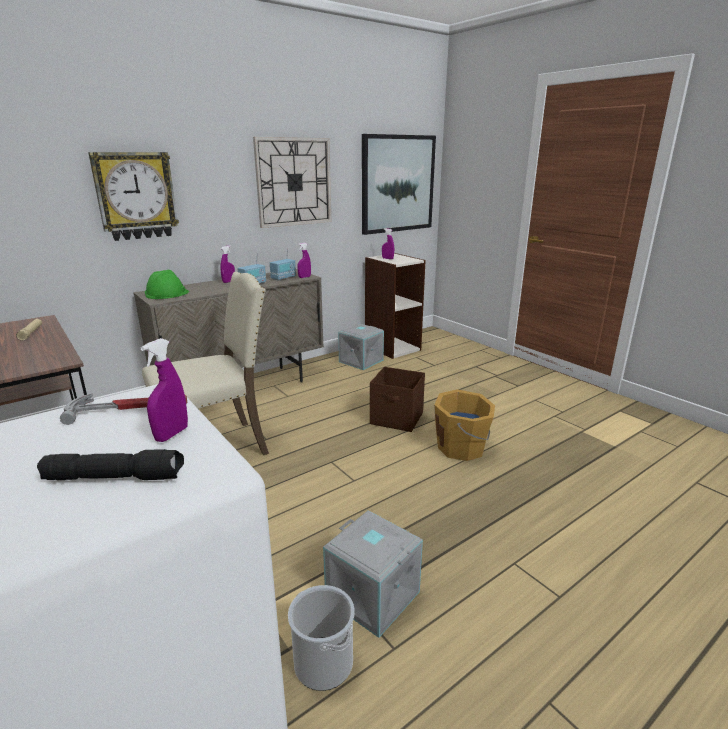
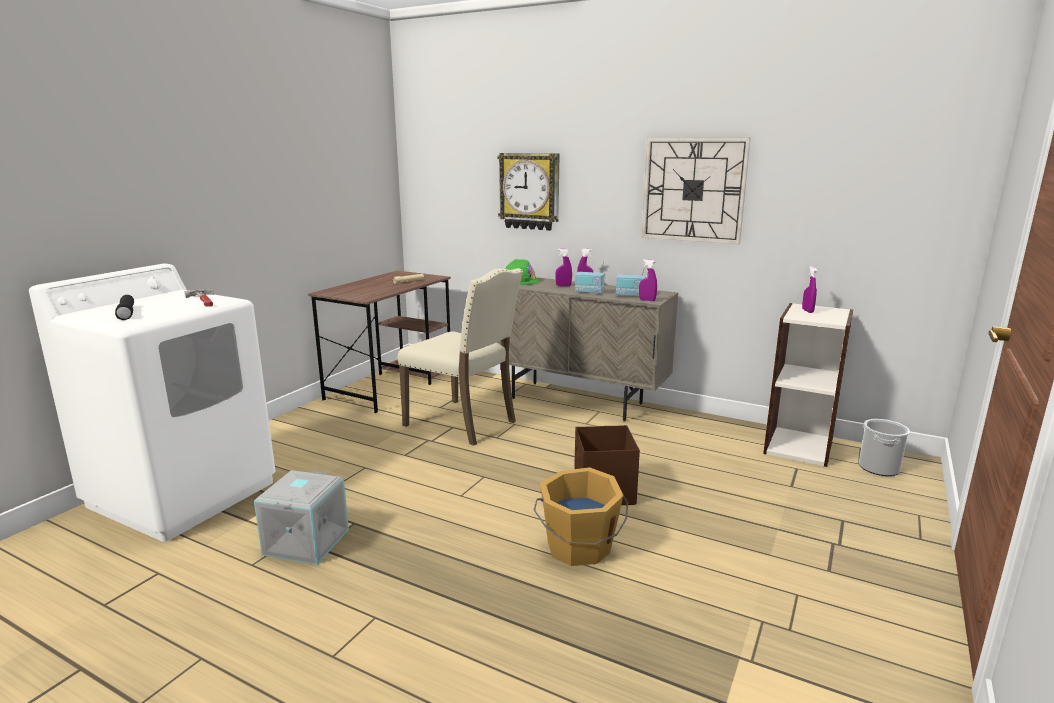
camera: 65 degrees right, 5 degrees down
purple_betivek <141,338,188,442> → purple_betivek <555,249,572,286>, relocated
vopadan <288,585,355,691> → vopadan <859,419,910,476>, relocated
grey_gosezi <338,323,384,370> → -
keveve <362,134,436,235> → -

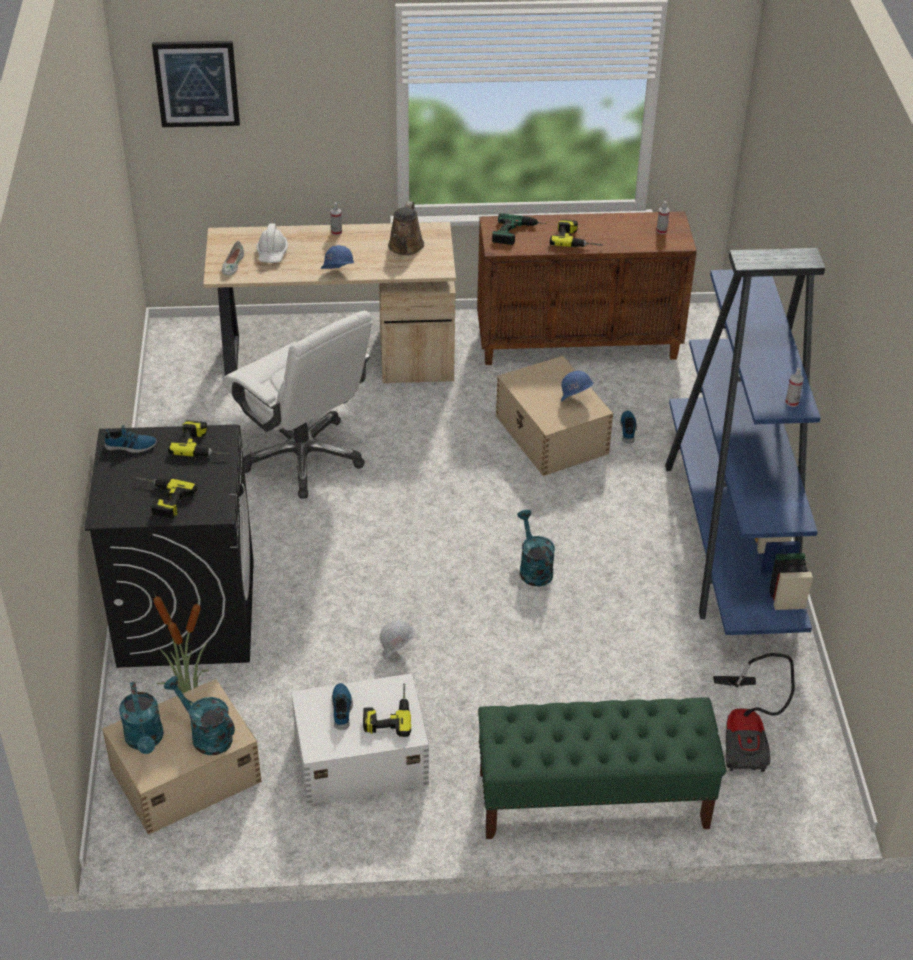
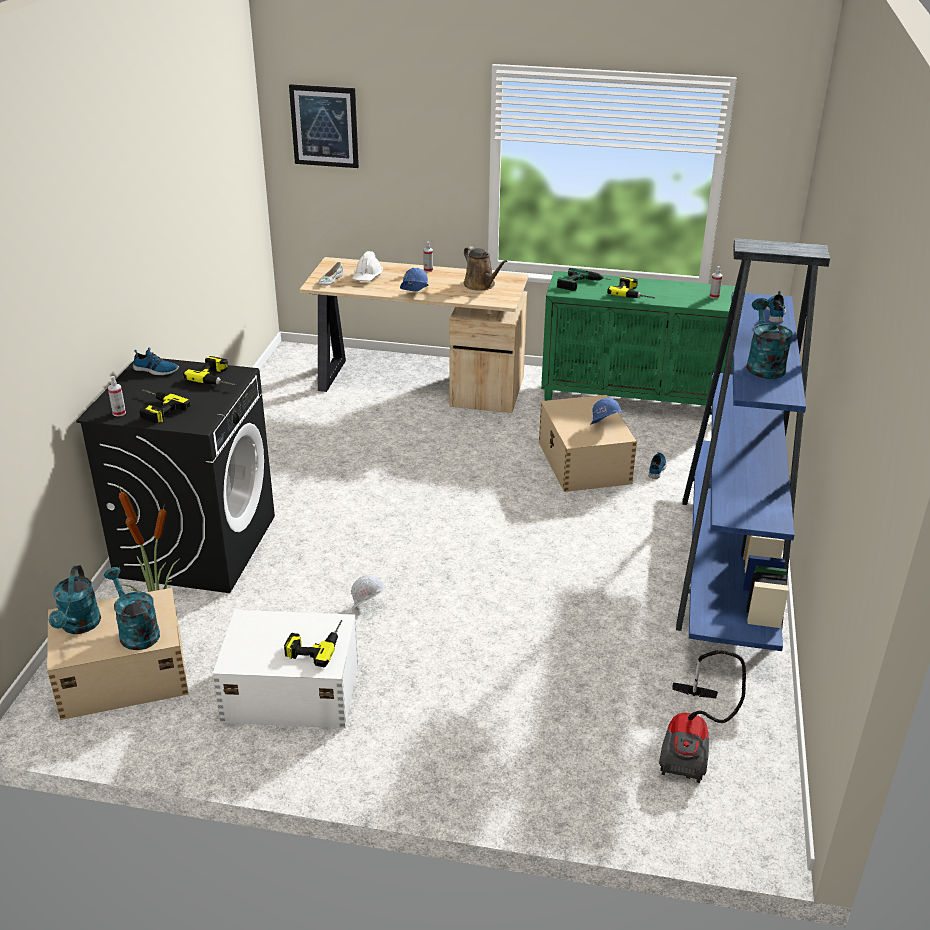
camera: 15 degrees right, 10 degrees down
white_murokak <223,311,372,498> → -
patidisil <332,683,353,730> → patidisil <766,291,786,323>, relocated
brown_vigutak <388,201,424,255> → brown_vigutak <464,246,507,291>, 60 degrees counterclockwise
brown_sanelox <477,211,697,365> → green_sanelox <541,271,735,406>
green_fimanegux <478,697,726,839> → -
turquoise_vigutak <517,510,555,587> → turquoise_vigutak <746,298,793,379>, relocated
betivek <785,368,804,407> → betivek <108,376,126,416>, relocated

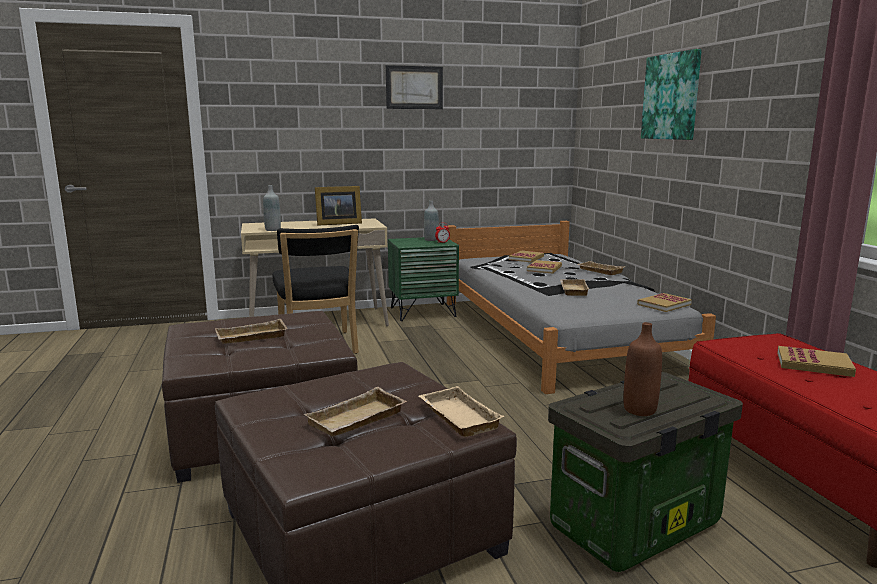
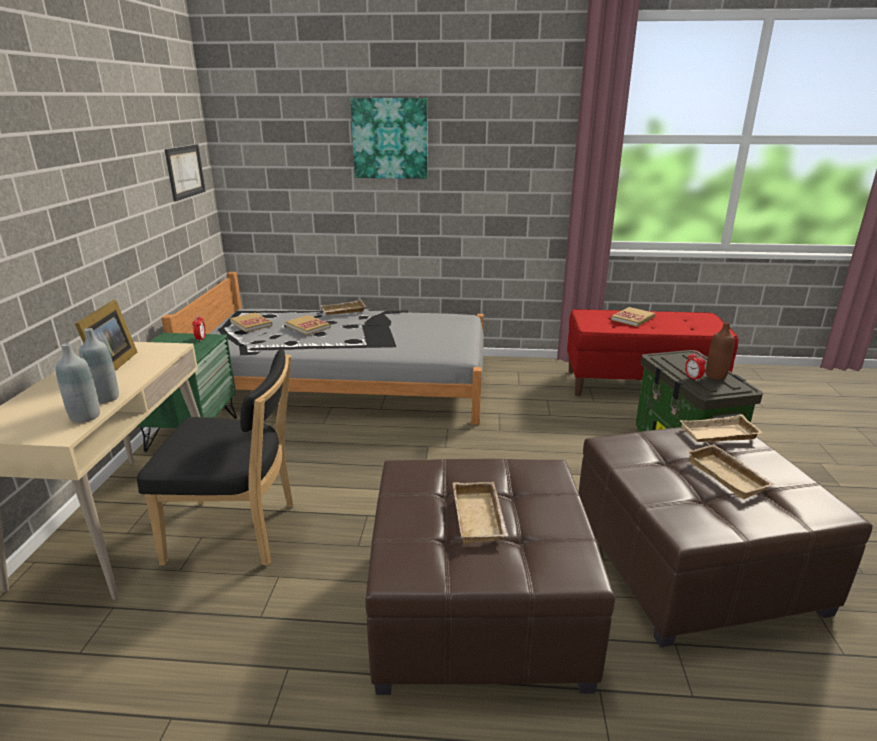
camera: 70 degrees left, 10 degrees up
keveve <386,65,443,109> → keveve <165,144,206,202>, relocated
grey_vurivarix <424,201,439,241> → grey_vurivarix <79,328,119,404>, relocated
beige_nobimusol <560,279,589,296> → -
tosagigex <637,293,692,312> → -
- → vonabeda <685,351,706,381>

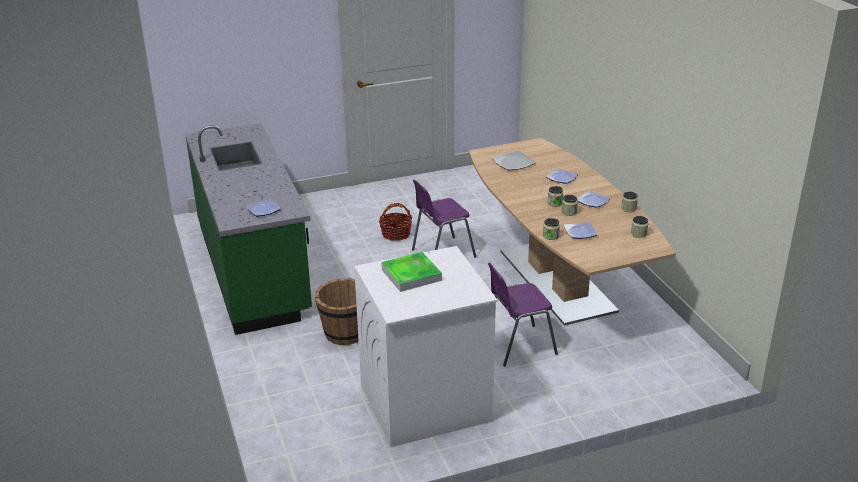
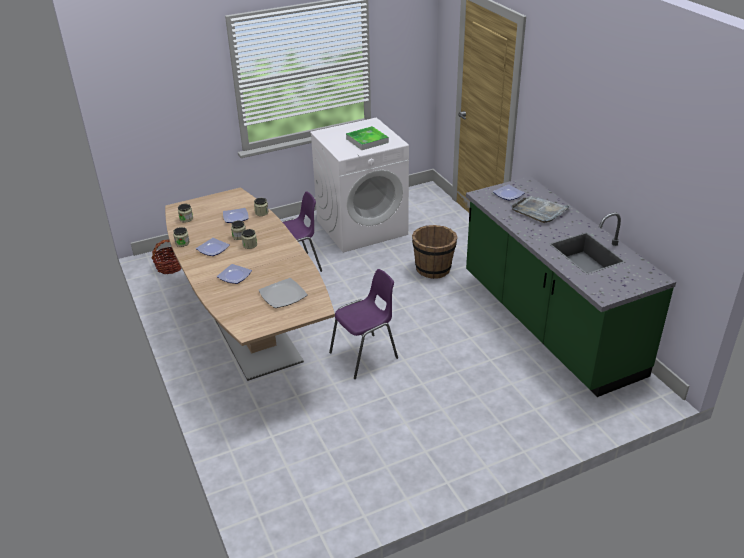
camera: 175 degrees right, 5 degrees up
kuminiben <379,203,412,241> → kuminiben <152,239,182,274>, relocated
- → grey_nobimusol <511,196,571,223>

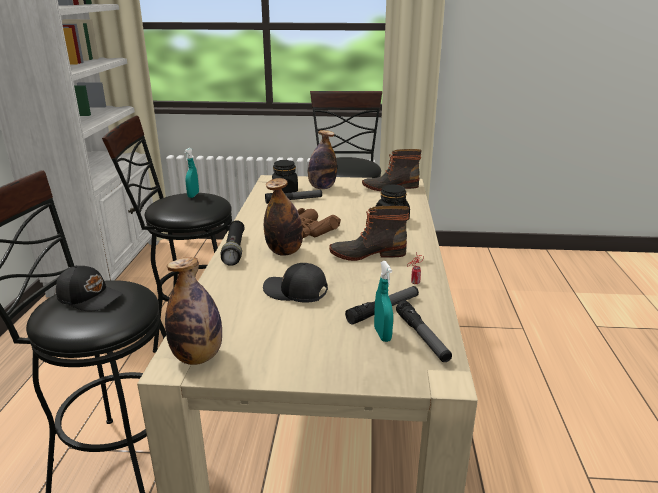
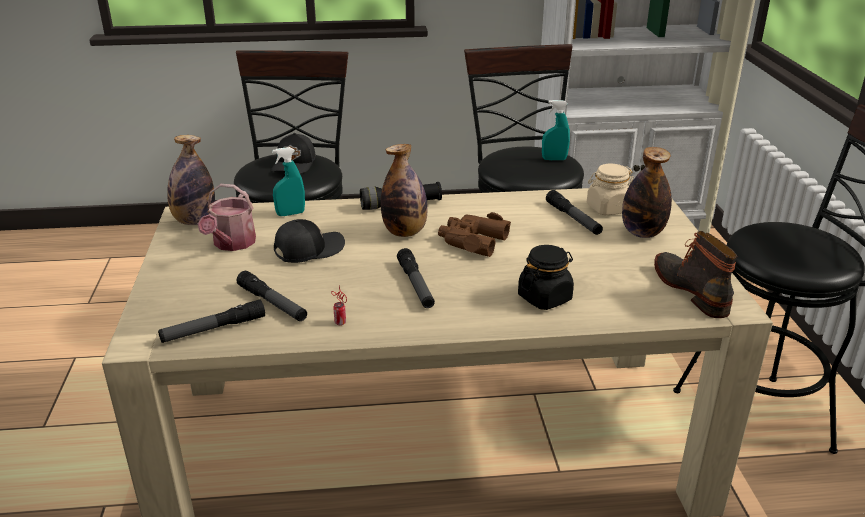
camera: 80 degrees right, 5 degrees up
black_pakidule <263,263,328,303> → black_pakidule <274,219,345,263>, 45 degrees clockwise
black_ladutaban <272,160,298,193> → beige_ladutaban <587,164,634,215>
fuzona <329,206,409,261> → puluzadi <397,248,435,308>
turquoise_betivek <374,261,393,342> → turquoise_betivek <272,147,305,216>, relocated
- → vigutak <198,184,256,251>

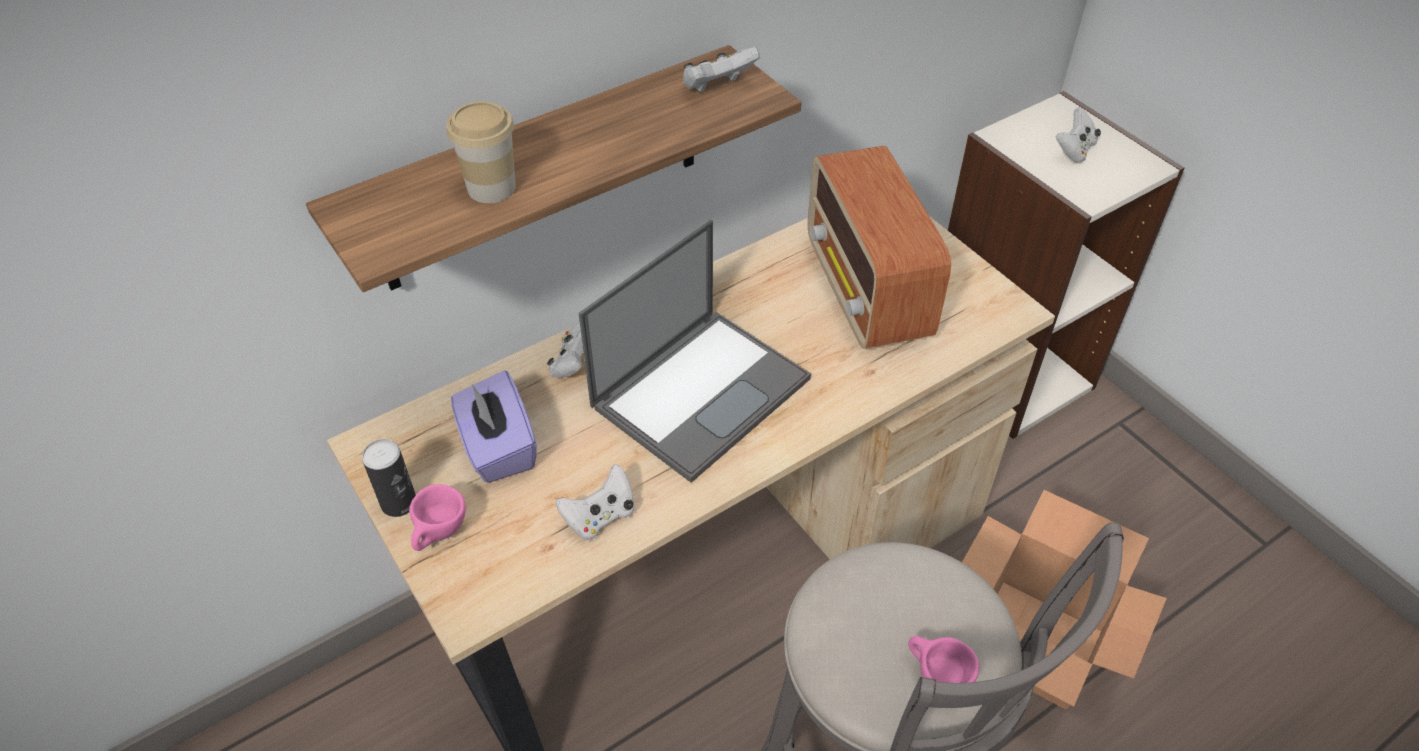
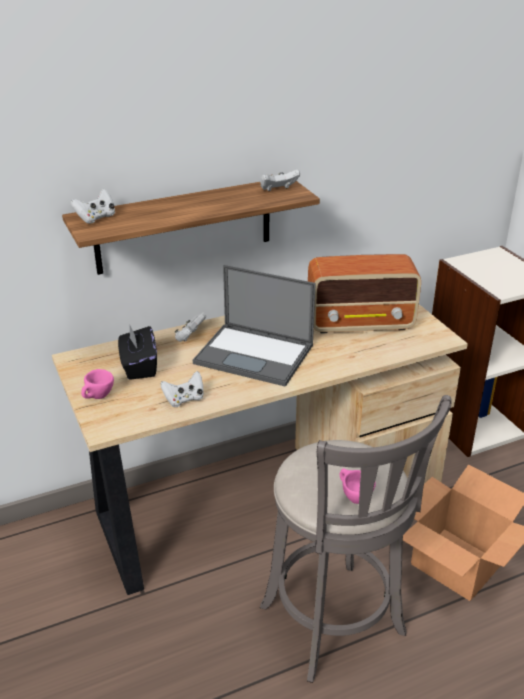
camera: 10 degrees right, 15 degrees down
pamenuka <362,439,416,517> → -
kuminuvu <446,101,516,203> → -
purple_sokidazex <451,370,536,483> → black_sokidazex <118,326,157,380>
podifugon <579,220,811,483> → podifugon <193,265,316,387>, 60 degrees clockwise
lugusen <808,145,951,349> → lugusen <308,254,421,334>, 90 degrees counterclockwise
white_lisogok <1056,107,1101,163> → white_lisogok <71,188,115,224>, relocated

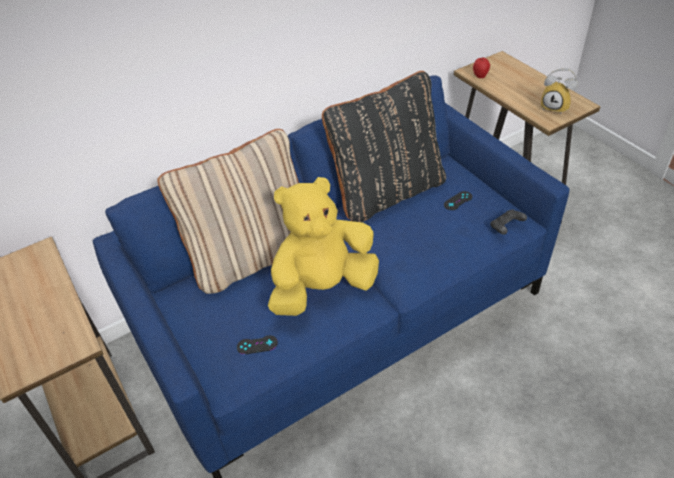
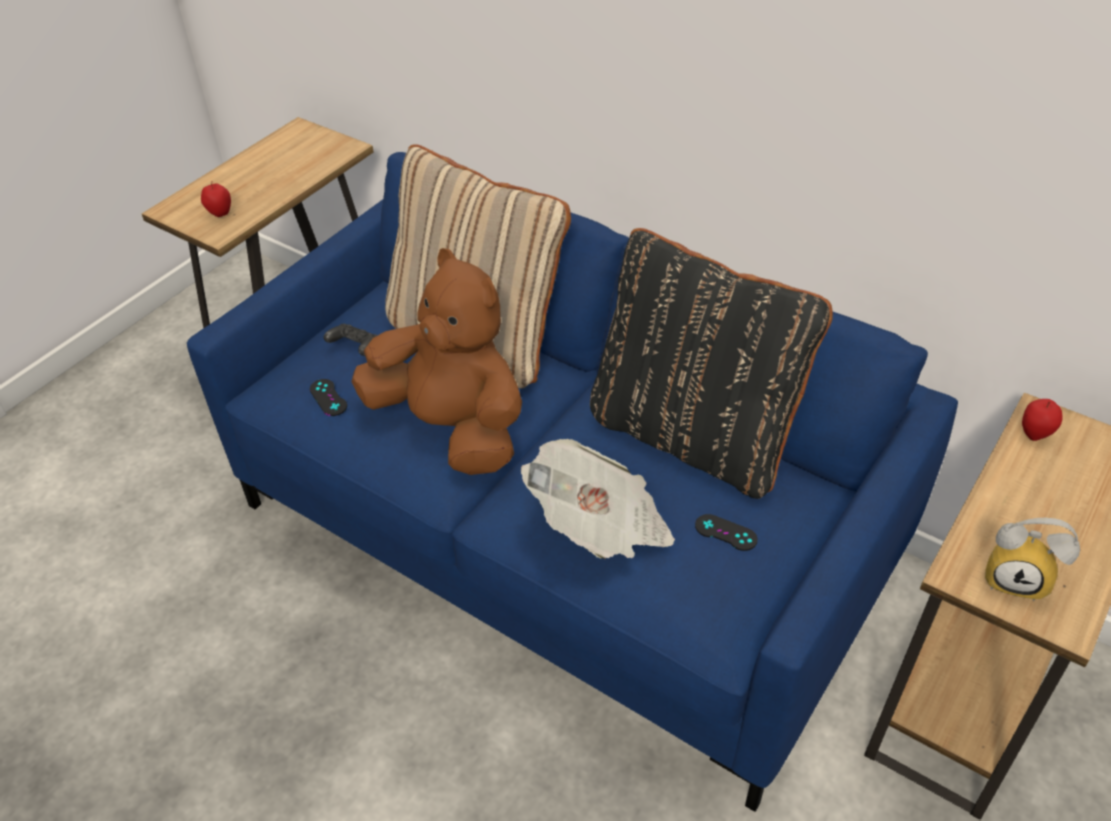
camera: 65 degrees right, 0 degrees up
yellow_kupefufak <268,177,379,316> → brown_kupefufak <351,248,522,475>
black_lisogok <490,210,527,235> → black_lisogok <323,324,378,356>, relocated
vonabeda <541,68,578,114> → vonabeda <985,518,1080,601>, 75 degrees counterclockwise
- → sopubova <201,181,231,217>
- → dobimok <521,439,675,559>

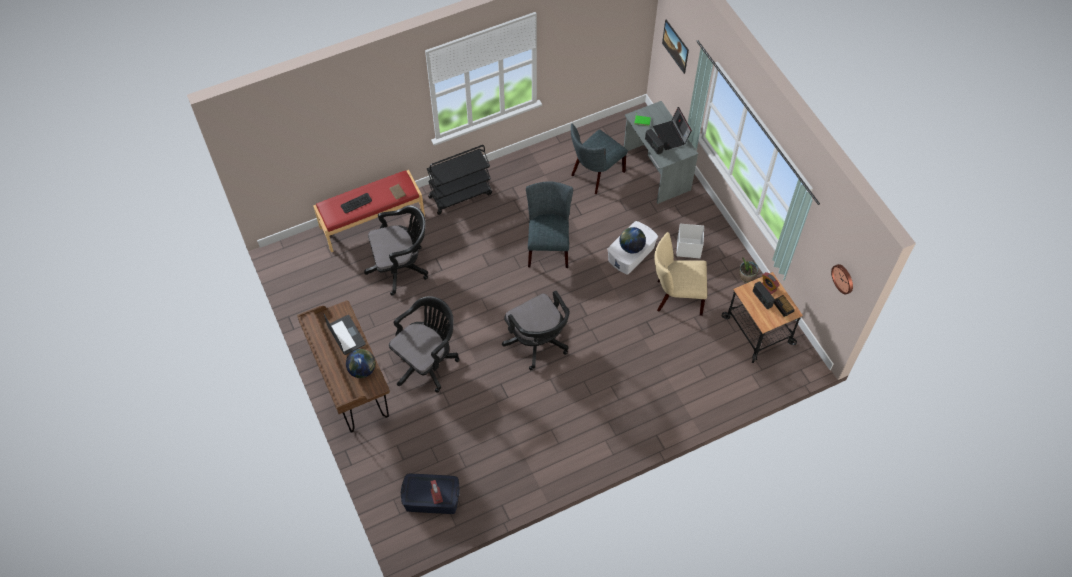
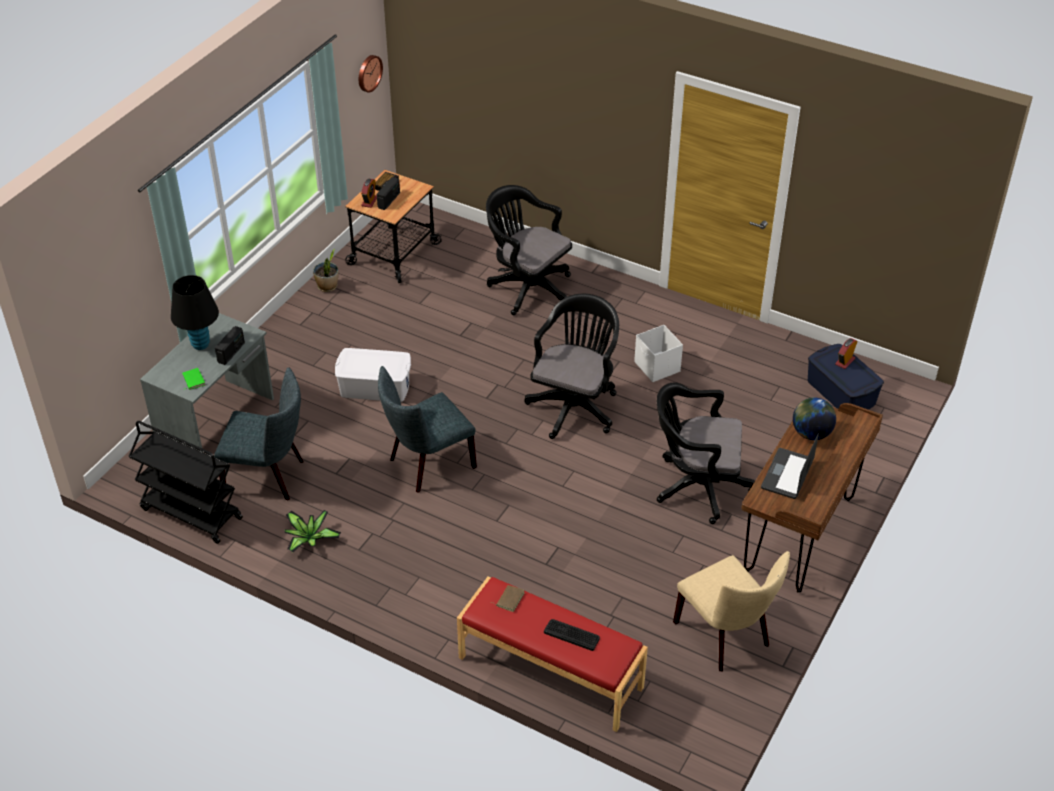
camera: 125 degrees left, 15 degrees down
black_murokak <364,205,428,296> → black_murokak <486,185,572,315>, relocated
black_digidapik <427,145,492,215> → black_digidapik <129,421,243,544>, relocated
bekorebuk <619,227,646,254> → -
podifugon <653,107,692,150> → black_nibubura <171,275,219,350>
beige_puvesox <655,232,707,316> → beige_puvesox <673,551,790,671>, relocated
keveve <662,20,689,74> → -
white_gosezi <676,223,704,258> → white_gosezi <634,325,683,382>, relocated
- → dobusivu <285,510,341,552>

